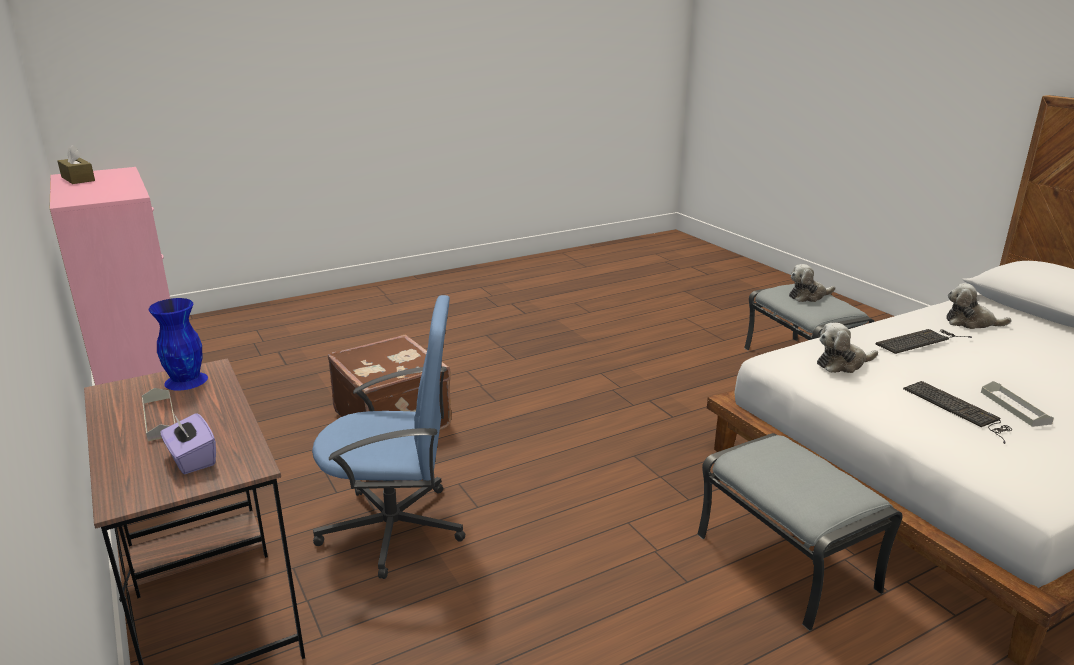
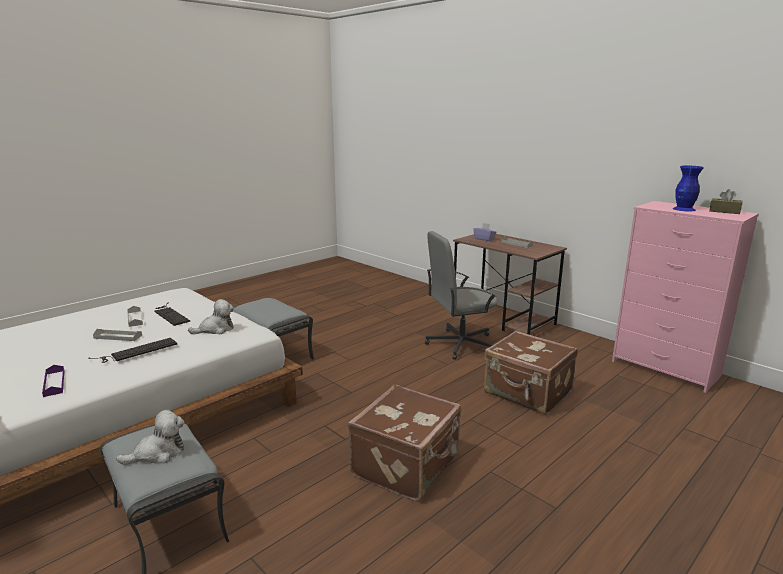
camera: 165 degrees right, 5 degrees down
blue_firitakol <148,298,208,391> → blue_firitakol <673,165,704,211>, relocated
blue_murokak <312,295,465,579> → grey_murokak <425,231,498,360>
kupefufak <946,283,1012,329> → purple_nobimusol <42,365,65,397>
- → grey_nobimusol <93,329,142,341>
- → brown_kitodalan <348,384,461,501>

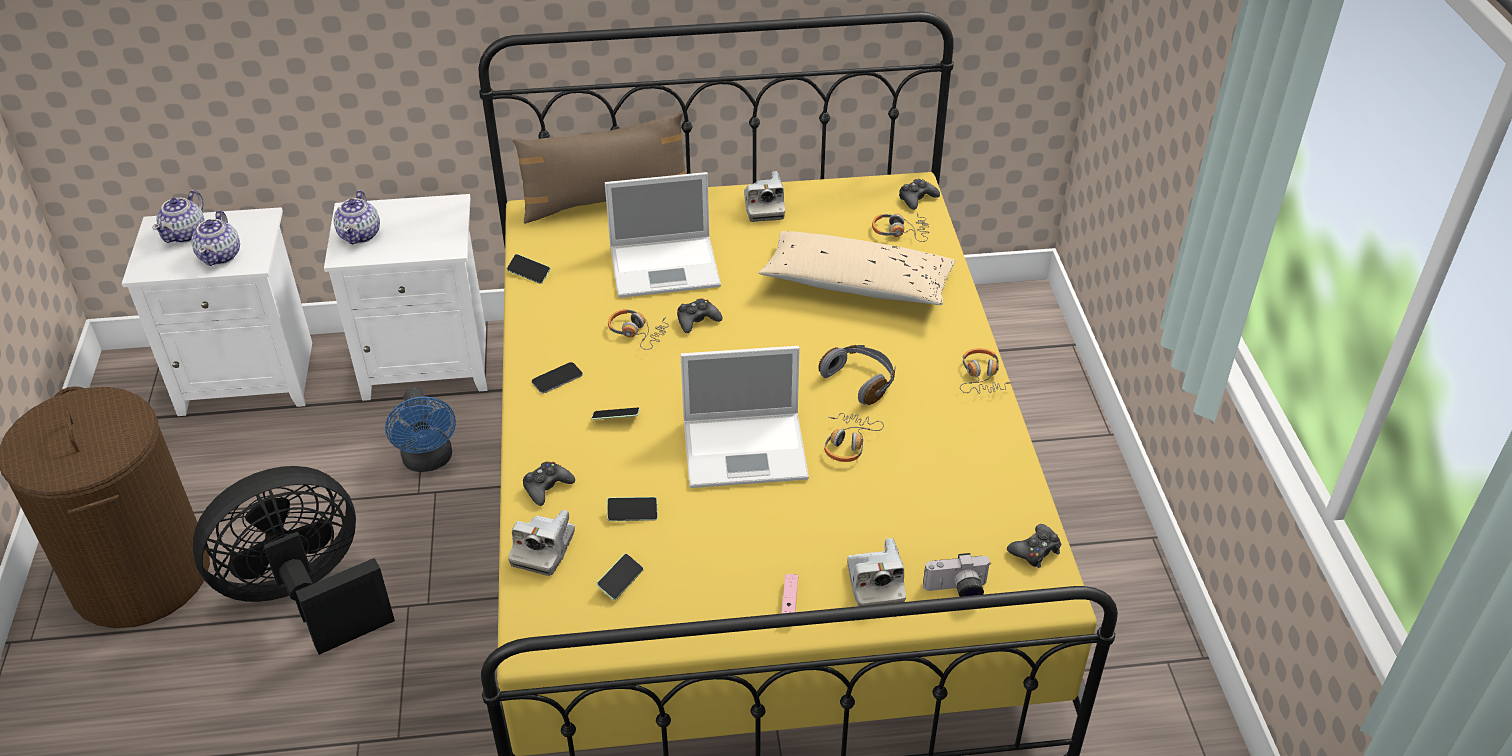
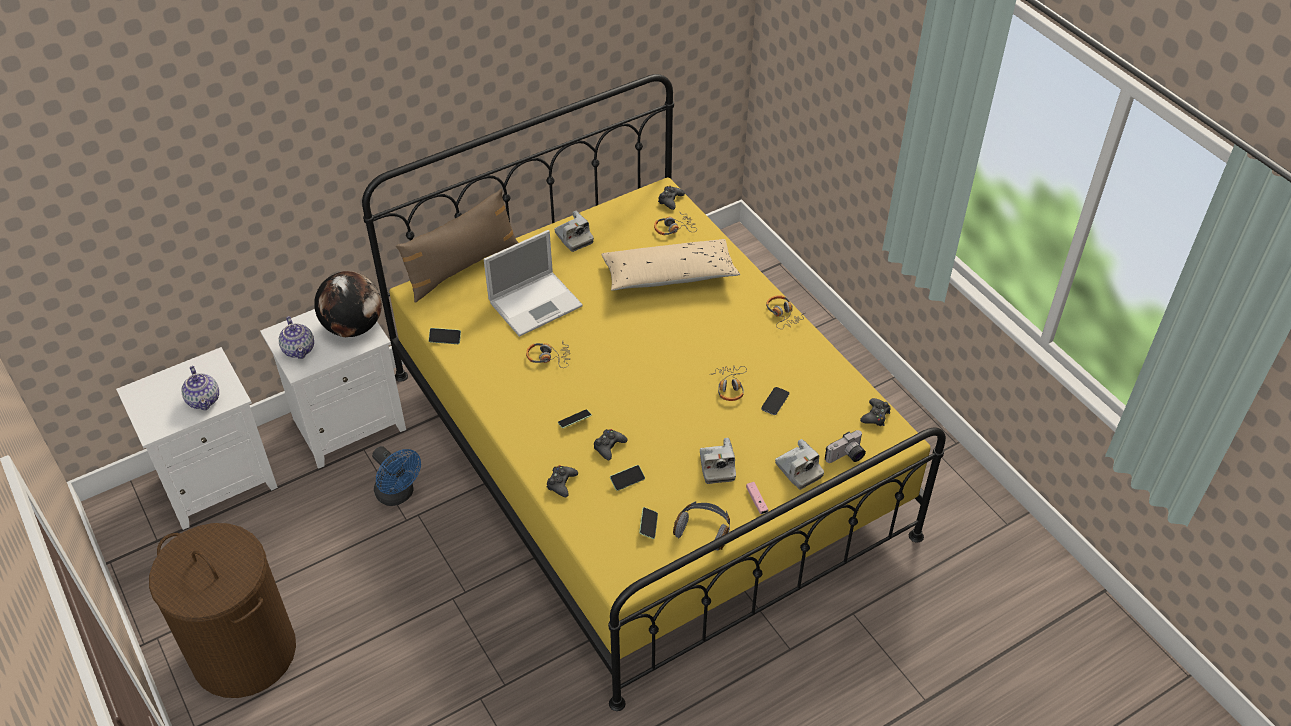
camera: 25 degrees left, 5 degrees up
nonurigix <153,190,205,243> → -
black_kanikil <193,466,395,655> → -
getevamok <508,510,575,576> → getevamok <700,438,736,484>, relocated
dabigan <532,362,583,393> → dabigan <761,387,789,415>, relocated
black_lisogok <677,298,722,333> → black_lisogok <594,429,628,460>, relocated
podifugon <680,346,809,488> → -
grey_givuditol <818,345,896,405> → grey_givuditol <673,501,730,550>, relocated
- → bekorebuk <314,271,382,337>

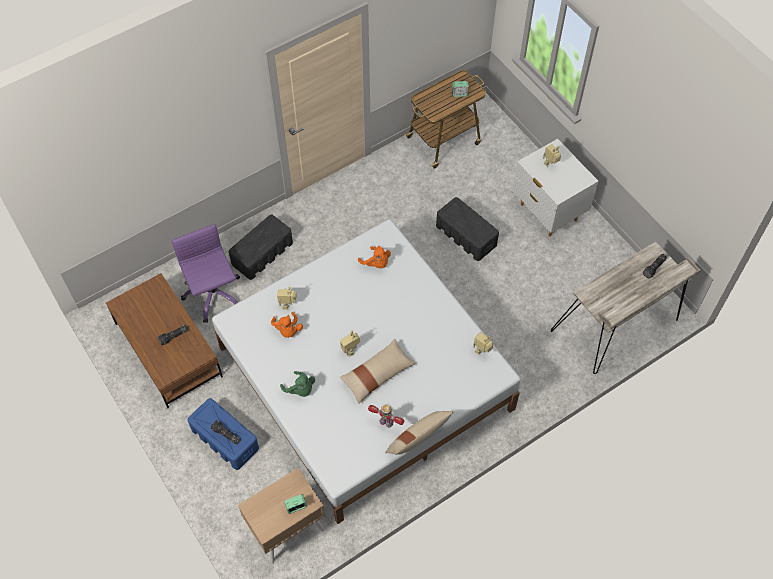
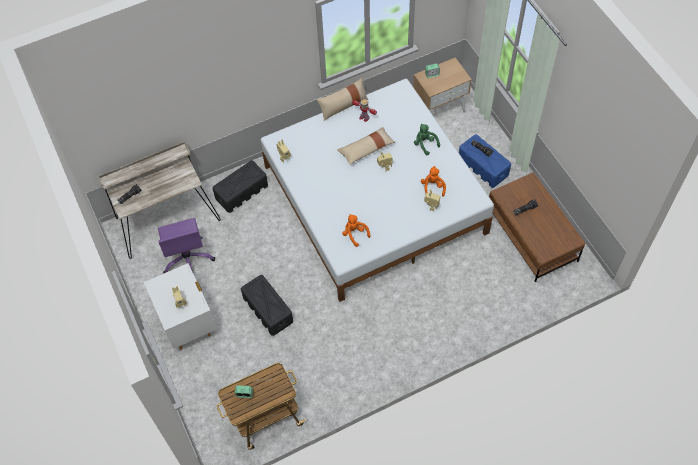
camera: 170 degrees left, 0 degrees up
purple_murokak <172,224,240,323> → purple_murokak <158,218,215,273>, relocated
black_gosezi <229,215,293,280> → black_gosezi <213,160,268,213>, relocated

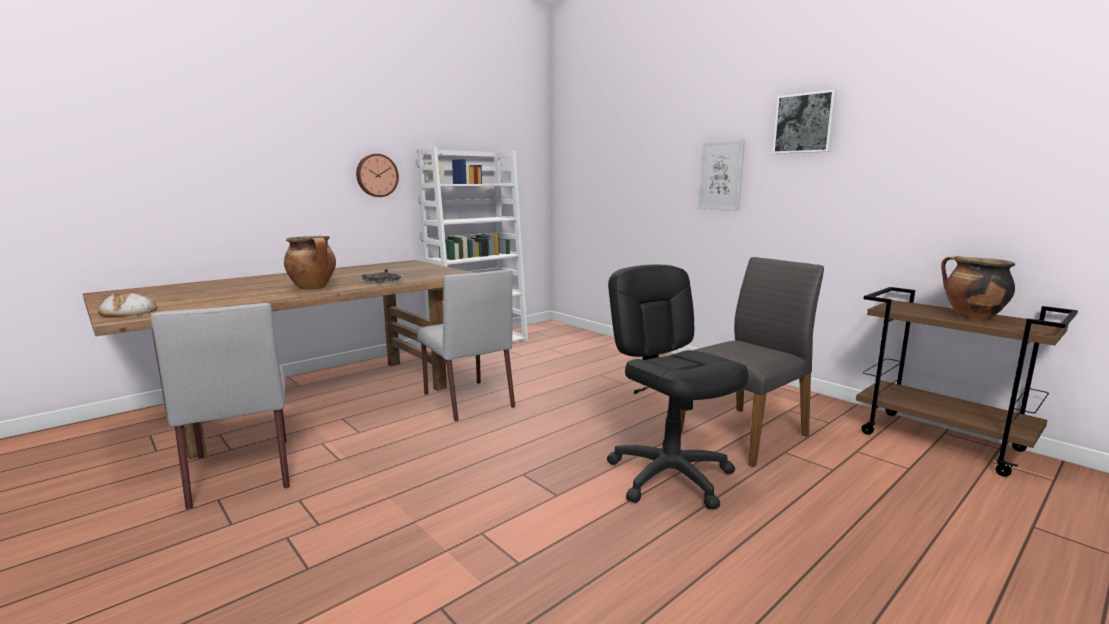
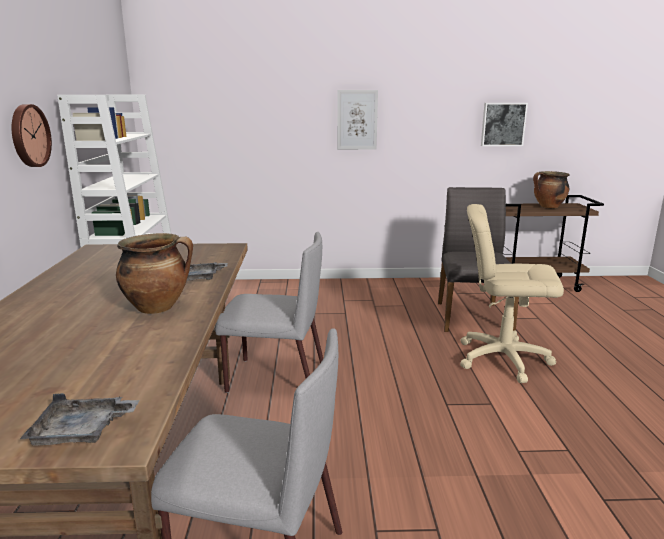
camera: 50 degrees left, 5 degrees up
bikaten <98,291,158,317> → grey_nobimusol <20,393,139,445>
black_murokak <607,265,749,510> → beige_murokak <460,204,564,383>
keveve <772,89,837,154> → keveve <481,103,528,146>, relocated

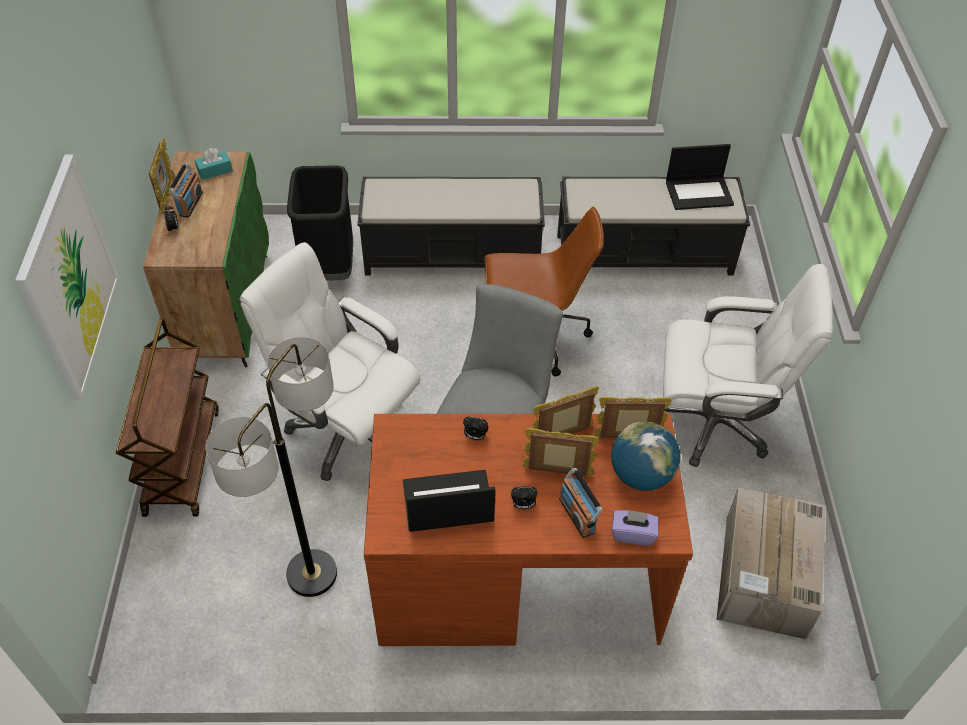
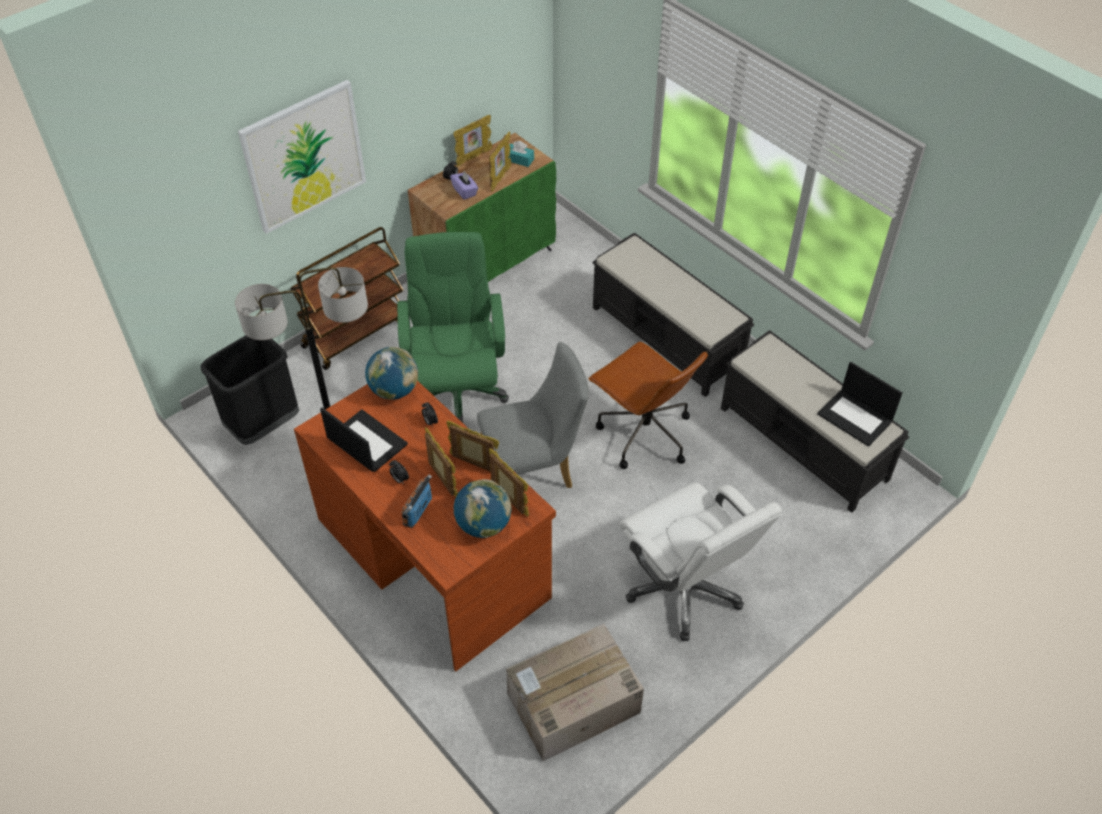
camera: 50 degrees right, 0 degrees up
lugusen <169,163,203,218> → -
white_murokak <240,242,420,481> → green_murokak <397,232,509,423>
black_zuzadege <287,165,353,281> → black_zuzadege <200,335,299,445>, relocated
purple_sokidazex <612,510,658,546> → purple_sokidazex <450,171,478,200>, relocated
- → bekorebuk <365,347,418,400>
- → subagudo <489,131,511,192>

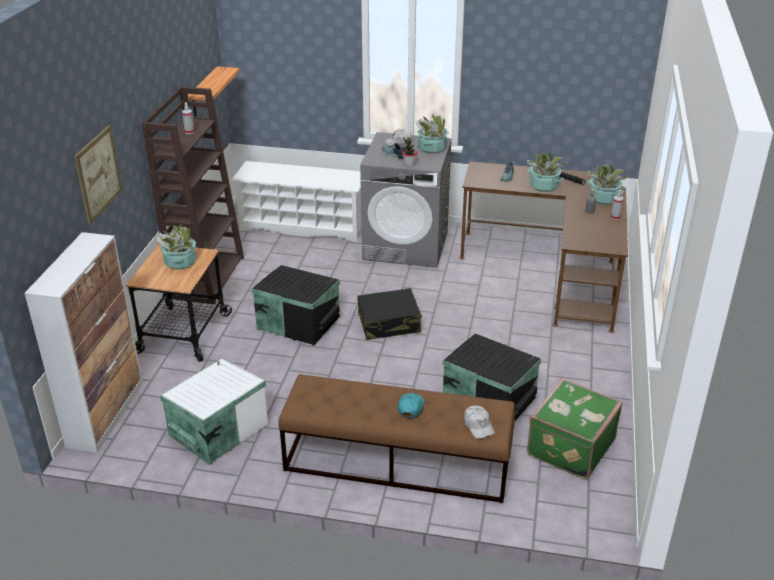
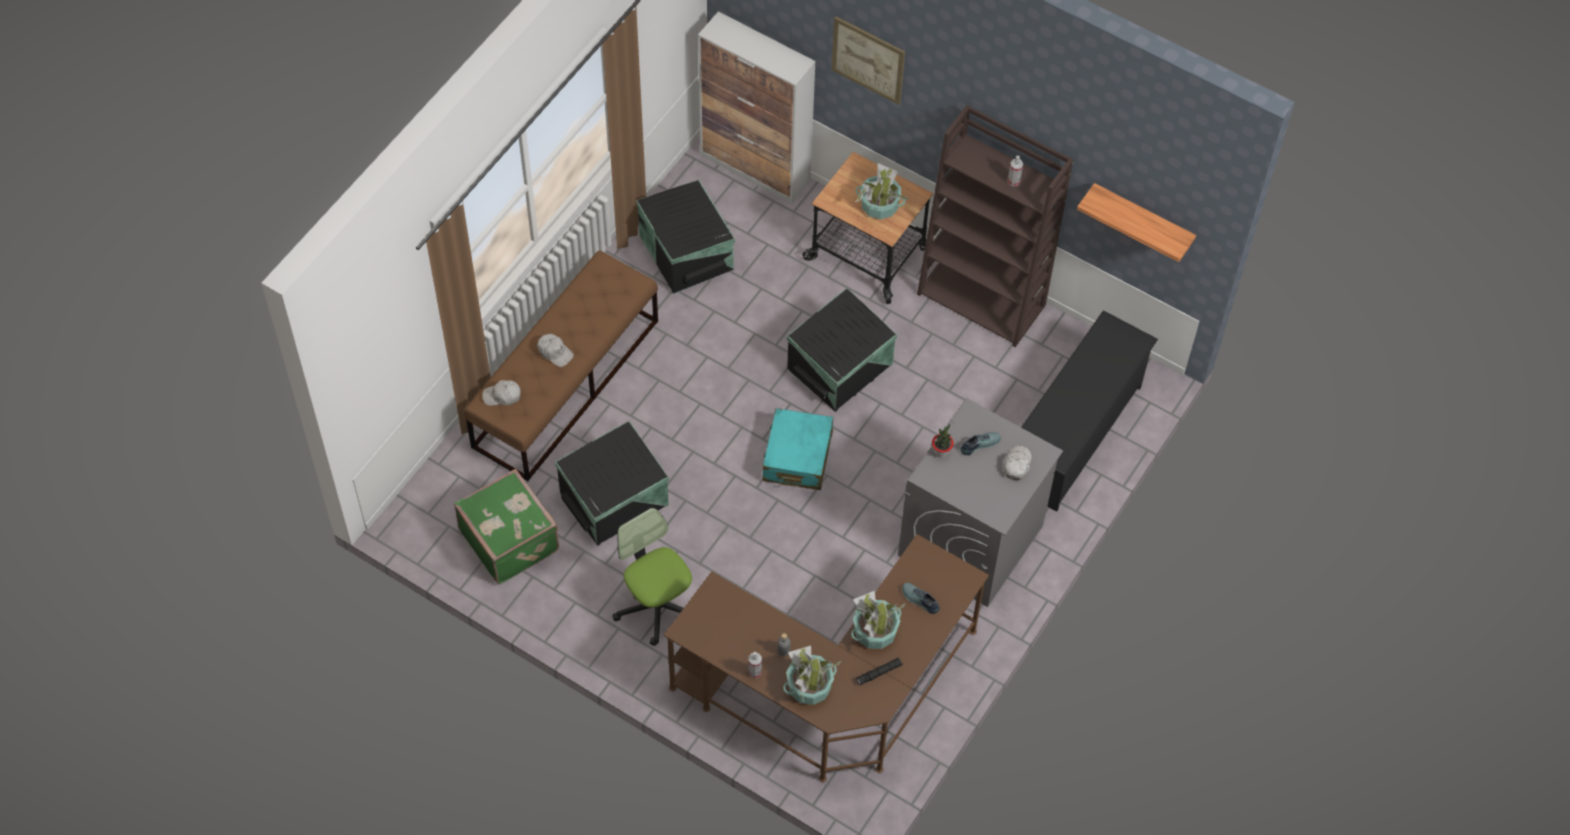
camera: 110 degrees right, 25 degrees up
white_gosezi <160,359,268,465> → black_gosezi <636,180,735,294>
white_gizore <232,161,361,242> → black_gizore <1021,310,1158,512>
black_kitodalan <357,288,422,340> → turquoise_kitodalan <762,408,833,490>
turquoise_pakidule <398,393,424,418> → white_pakidule <537,334,574,367>
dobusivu <415,113,449,153> → -
- → murokak <612,508,692,646>

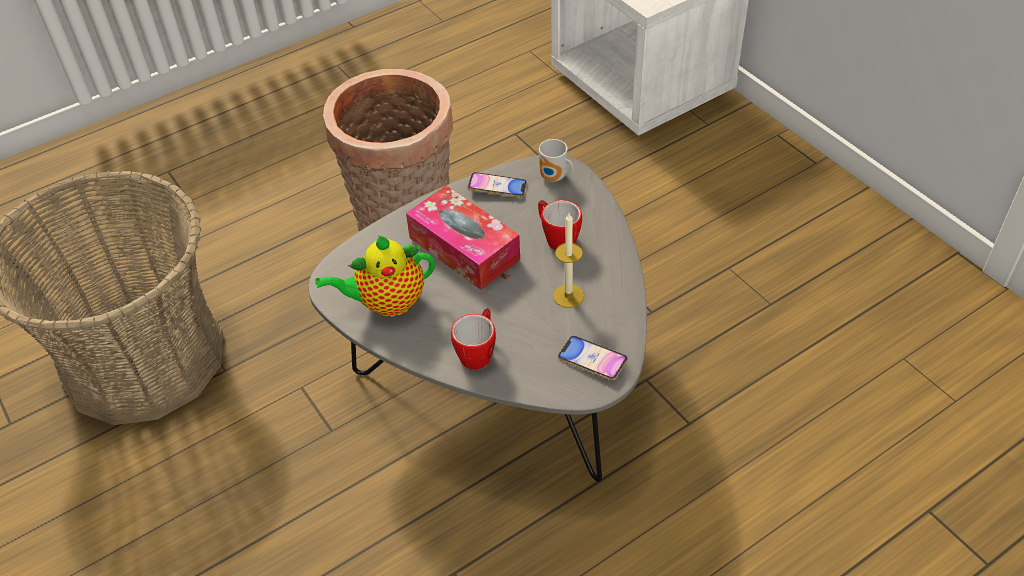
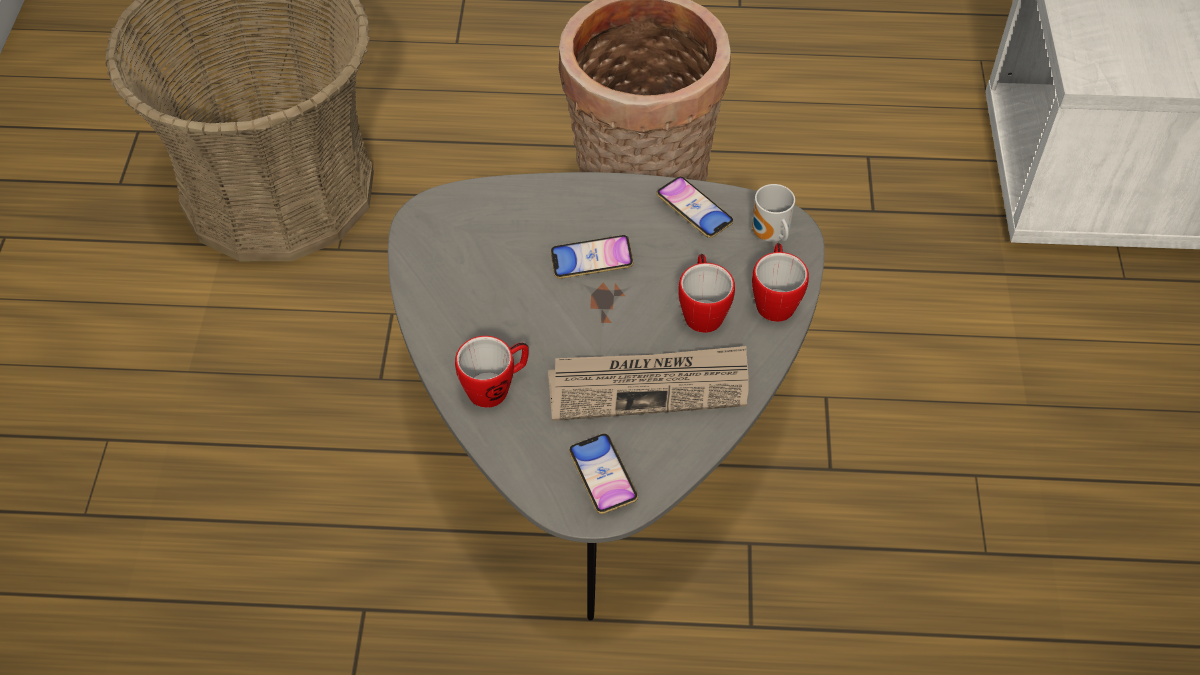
camera: 35 degrees right, 5 degrees up
nonurigix <315,235,435,317> → -
sokidazex <406,186,520,290> → dabigan <551,235,634,279>
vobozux <553,213,584,308> → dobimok <548,346,749,421>
- → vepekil <752,243,809,322>

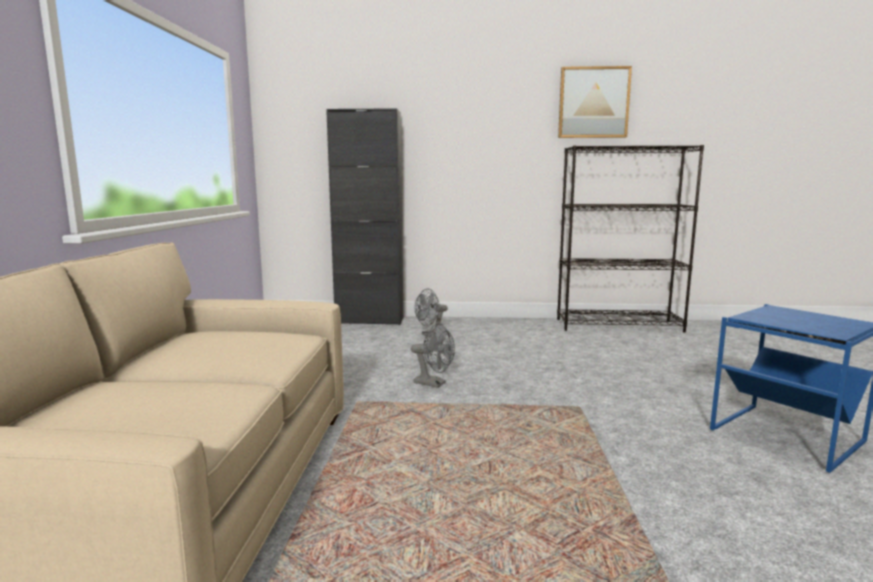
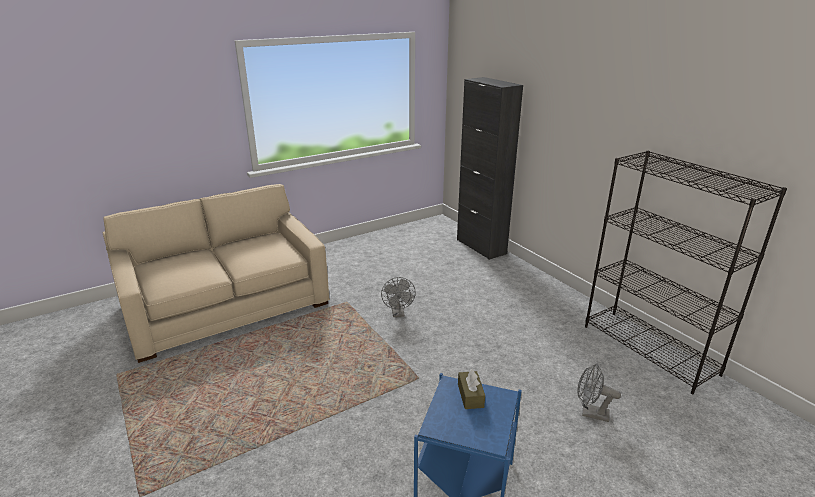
camera: 55 degrees right, 15 degrees up
grey_kanikil <415,289,448,337> → grey_kanikil <578,364,621,422>, relocated
keveve <558,66,632,138> → -
- → brown_sokidazex <458,369,485,409>

